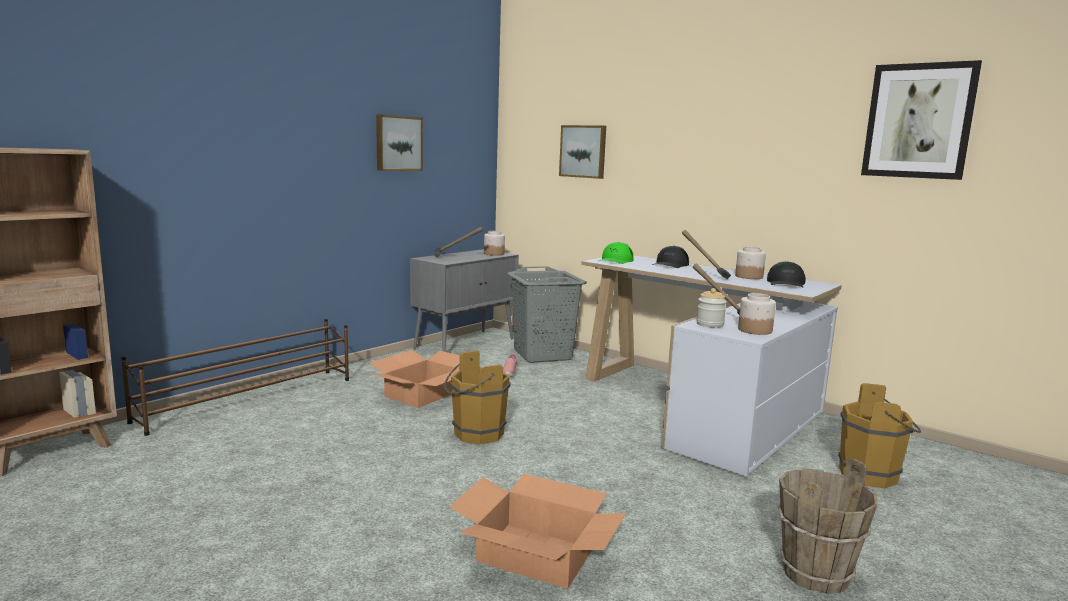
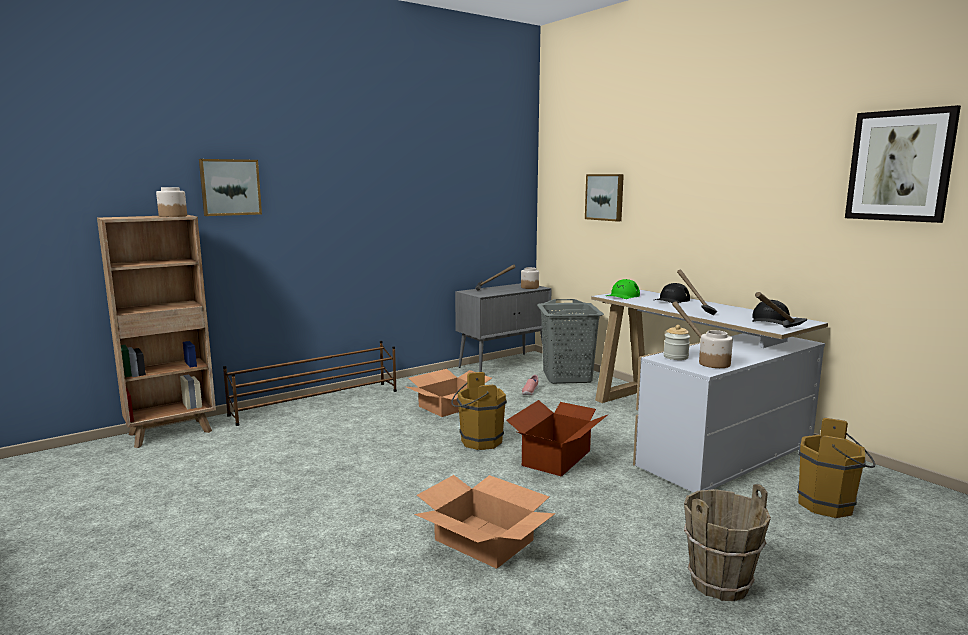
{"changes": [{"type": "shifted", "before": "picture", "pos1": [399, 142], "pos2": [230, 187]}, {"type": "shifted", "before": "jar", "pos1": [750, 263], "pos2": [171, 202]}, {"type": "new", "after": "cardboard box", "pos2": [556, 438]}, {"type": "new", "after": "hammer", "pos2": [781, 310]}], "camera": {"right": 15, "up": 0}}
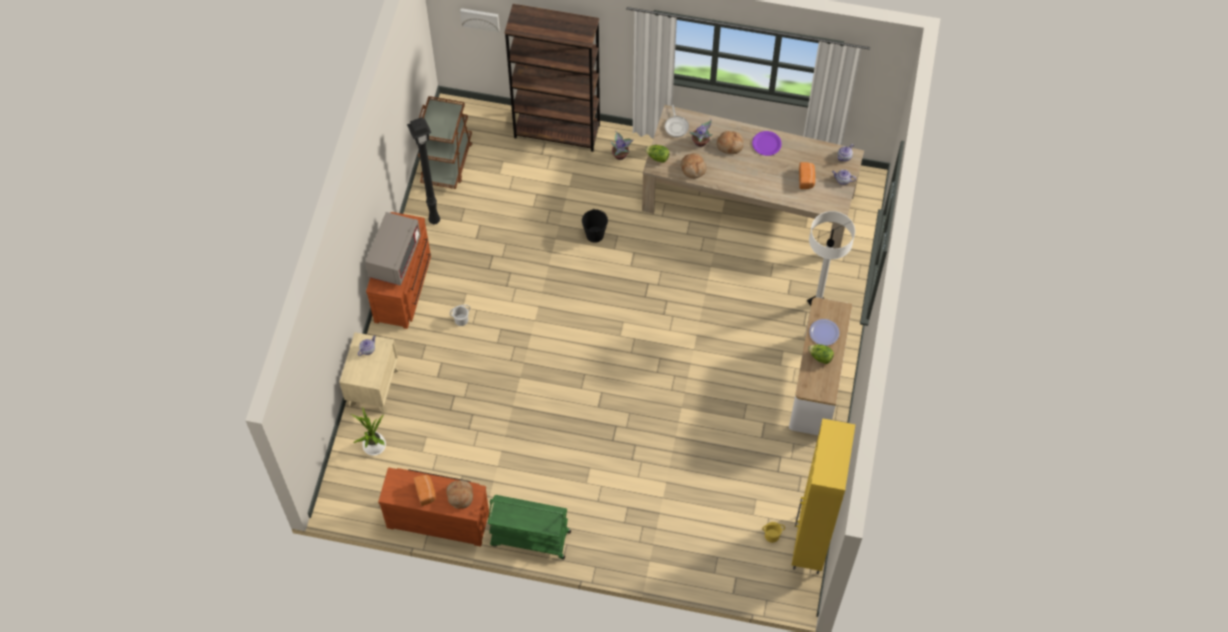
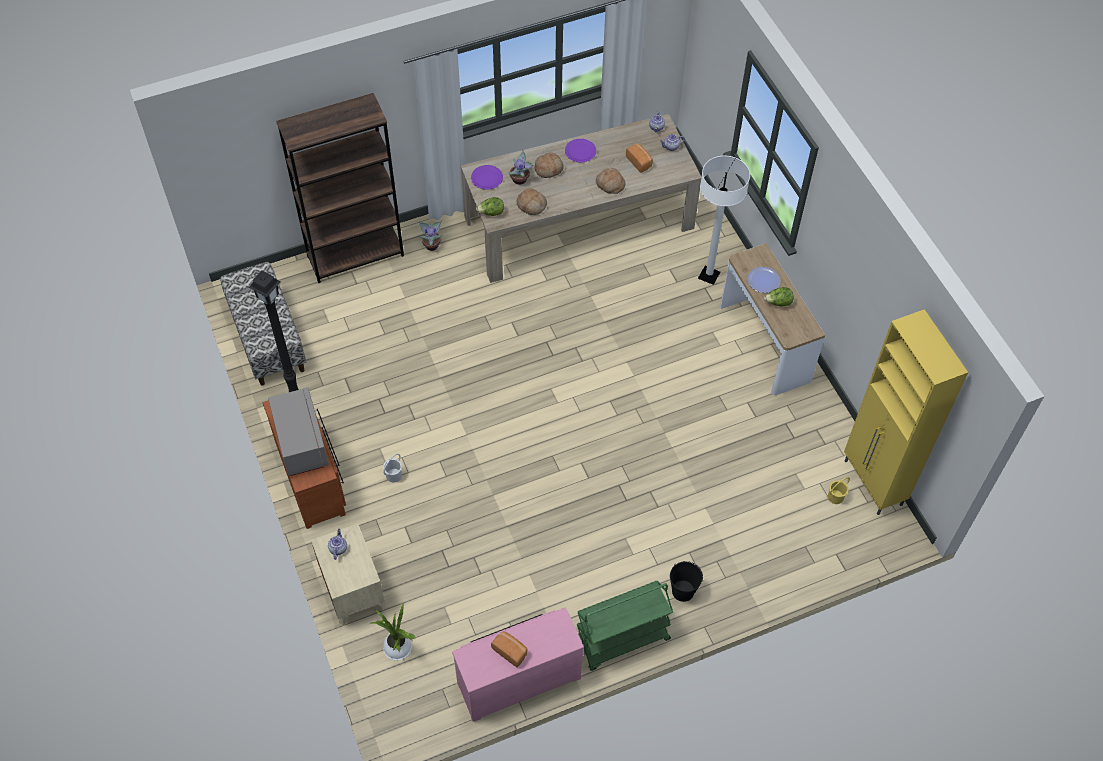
{"changes": [{"type": "repainted", "before": "brown dresser", "after": "pink dresser", "pos1": [433, 507], "pos2": [518, 665]}, {"type": "swapped", "before": "brown cart", "after": "bench", "pos1": [445, 142], "pos2": [263, 324]}, {"type": "shifted", "before": "bread", "pos1": [459, 494], "pos2": [610, 181]}, {"type": "gone", "before": "picture", "pos1": [480, 20]}, {"type": "shifted", "before": "black bucket", "pos1": [595, 226], "pos2": [686, 581]}, {"type": "swapped", "before": "frying pan", "after": "purple plate", "pos1": [677, 121], "pos2": [487, 177]}], "camera": {"right": -35, "up": -5}}
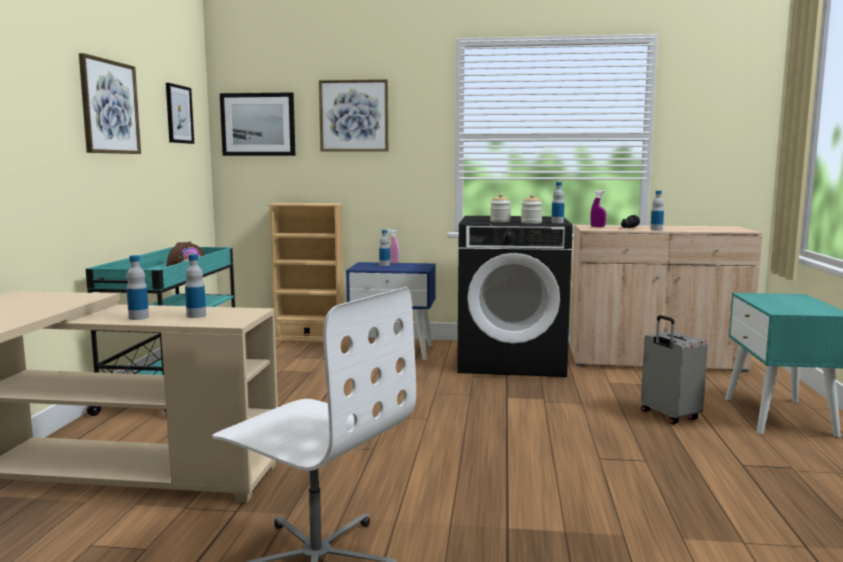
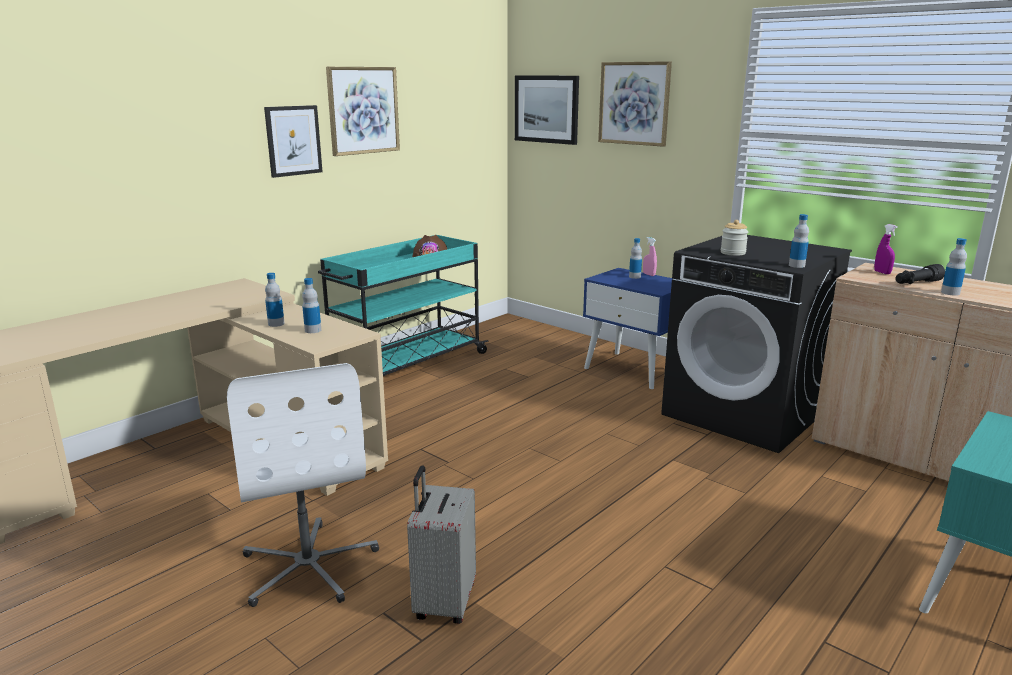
{"changes": [{"type": "shifted", "before": "picture", "pos1": [180, 113], "pos2": [293, 141]}, {"type": "gone", "before": "beige bookcase", "pos1": [307, 273]}, {"type": "gone", "before": "jar", "pos1": [532, 209]}, {"type": "shifted", "before": "grey suitcase", "pos1": [674, 369], "pos2": [441, 544]}], "camera": {"right": 35, "up": 10}}
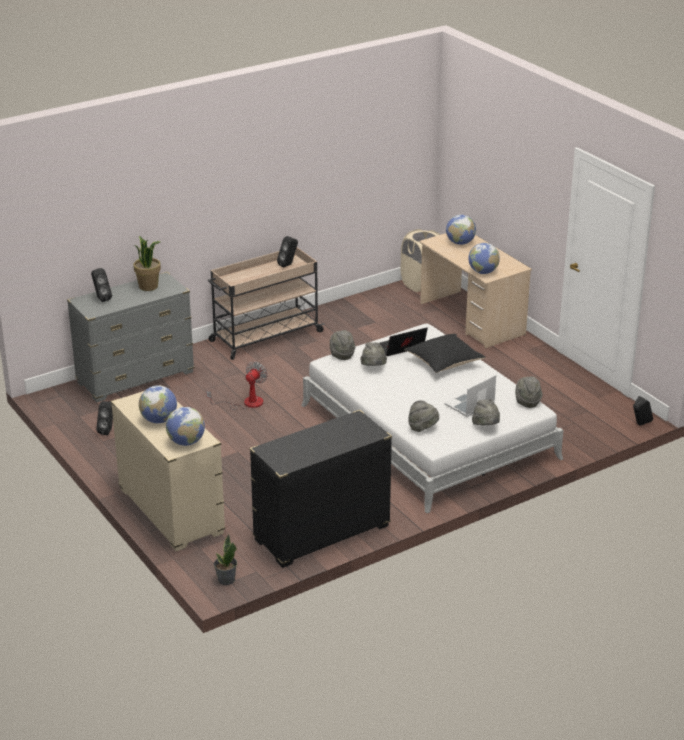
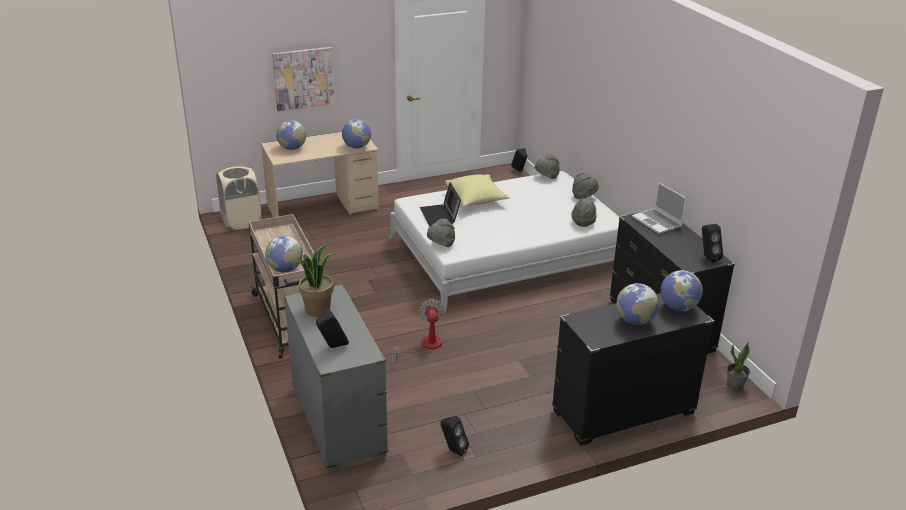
{"changes": [{"type": "repainted", "before": "beige dresser", "after": "black dresser", "pos1": [168, 468], "pos2": [633, 369]}, {"type": "rotated", "before": "fan", "pos1": [236, 386], "pos2": [419, 329], "turn": 45}, {"type": "shifted", "before": "black speaker", "pos1": [287, 252], "pos2": [712, 243]}, {"type": "gone", "before": "grey hat", "pos1": [373, 354]}, {"type": "repainted", "before": "black pillow", "after": "yellow pillow", "pos1": [444, 353], "pos2": [477, 190]}, {"type": "shifted", "before": "laptop", "pos1": [470, 396], "pos2": [659, 208]}, {"type": "new", "after": "globe", "pos2": [284, 254]}, {"type": "new", "after": "picture", "pos2": [303, 79]}], "camera": {"right": -80, "up": 0}}
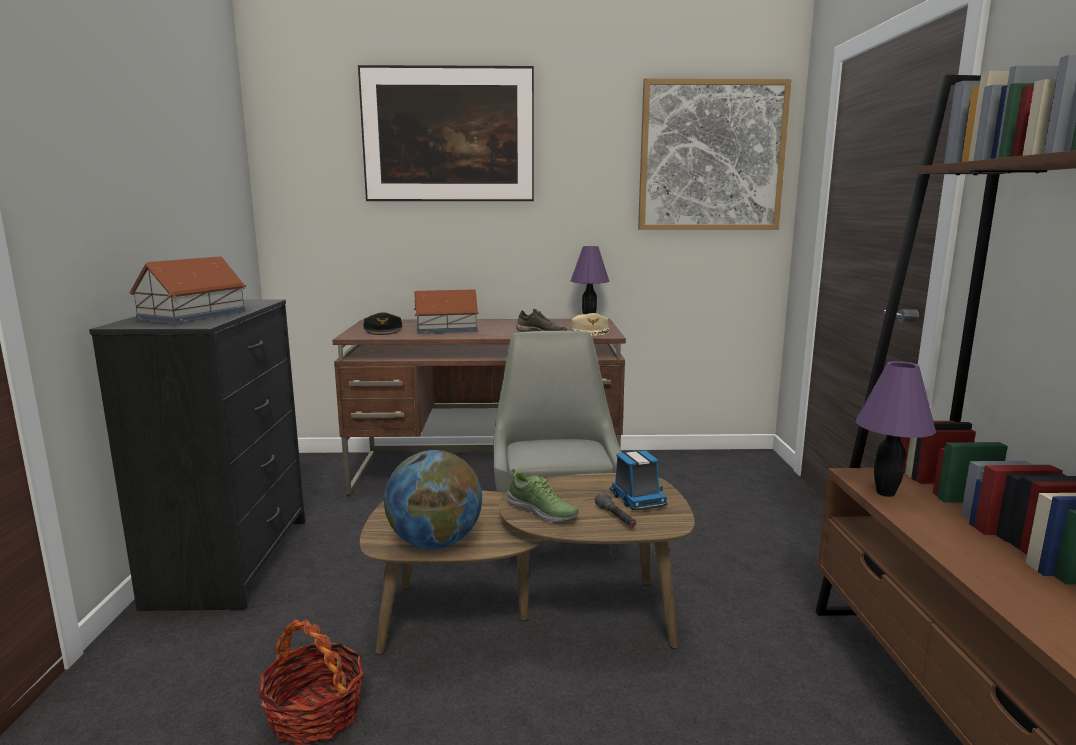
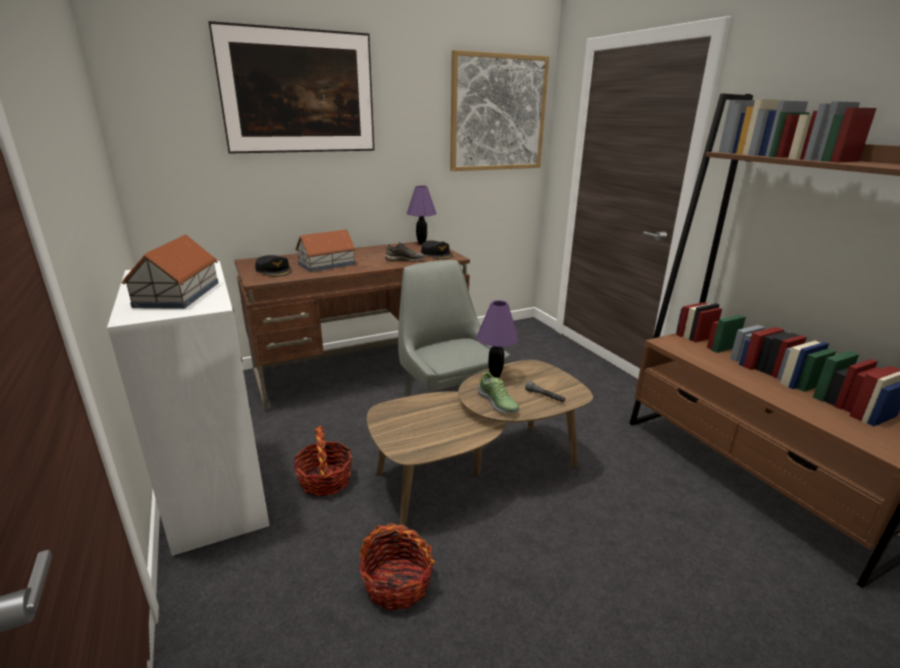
{"changes": [{"type": "repainted", "before": "black dresser", "after": "white dresser", "pos1": [197, 455], "pos2": [188, 408]}, {"type": "gone", "before": "globe", "pos1": [433, 499]}, {"type": "rotated", "before": "shoe", "pos1": [543, 495], "pos2": [498, 392], "turn": 45}, {"type": "repainted", "before": "beige cap", "after": "black cap", "pos1": [590, 324], "pos2": [437, 250]}, {"type": "gone", "before": "toy truck", "pos1": [639, 480]}, {"type": "shifted", "before": "purple table lamp", "pos1": [896, 429], "pos2": [498, 339]}, {"type": "new", "after": "basket", "pos2": [323, 461]}], "camera": {"right": -25, "up": 10}}
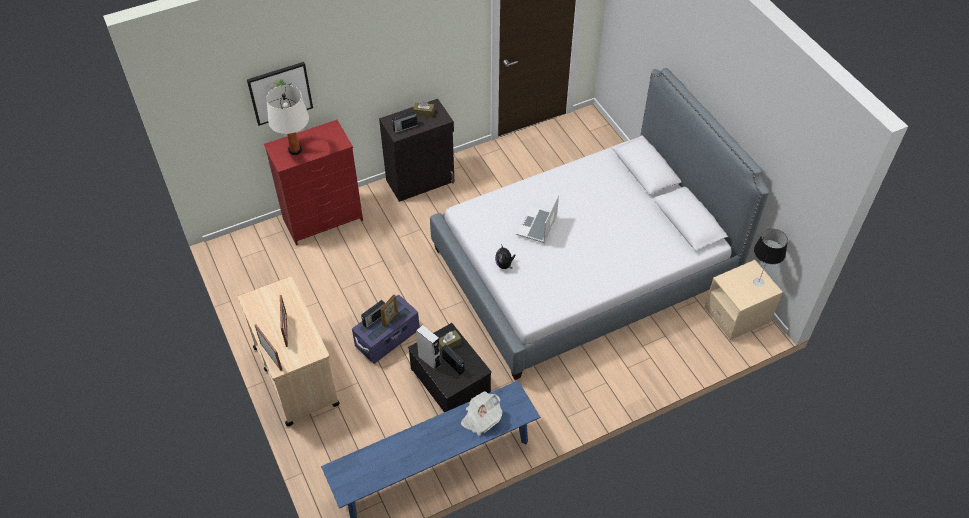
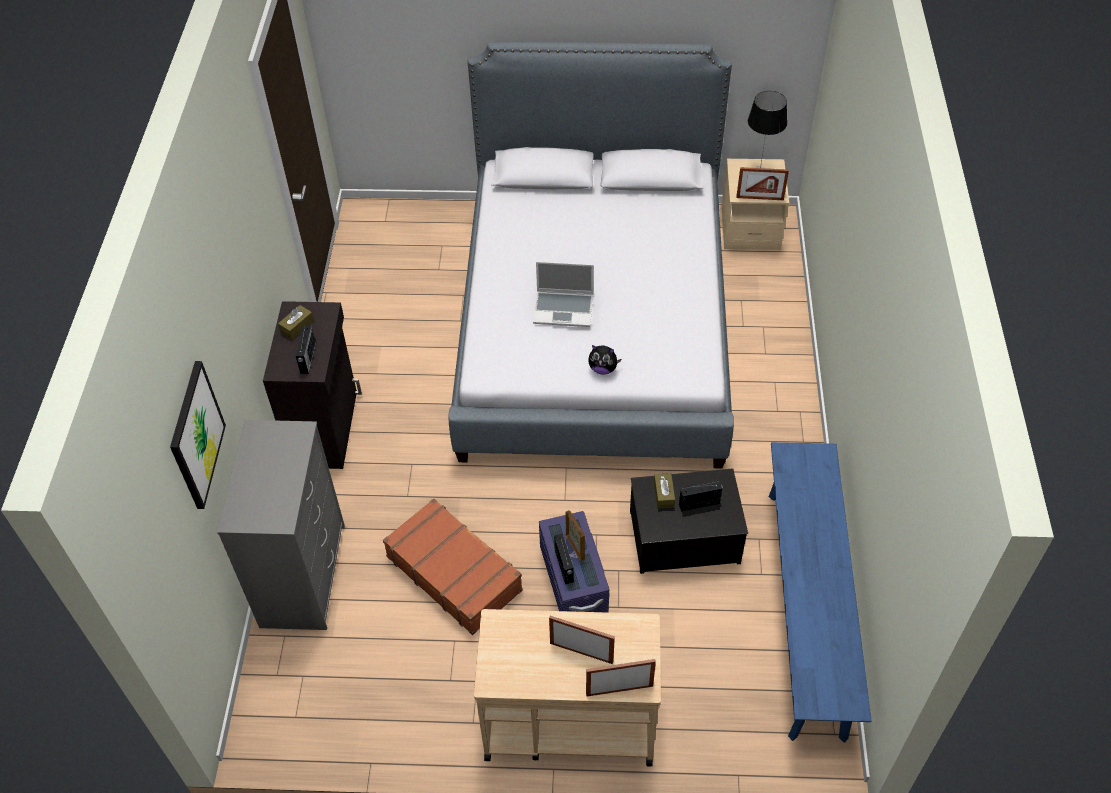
{"changes": [{"type": "repainted", "before": "red dresser", "after": "grey dresser", "pos1": [313, 182], "pos2": [281, 525]}, {"type": "gone", "before": "white table lamp", "pos1": [287, 120]}, {"type": "gone", "before": "grey speaker", "pos1": [428, 347]}, {"type": "gone", "before": "newspaper", "pos1": [481, 414]}, {"type": "rotated", "before": "laptop", "pos1": [537, 219], "pos2": [563, 294], "turn": -45}, {"type": "new", "after": "brown suitcase", "pos2": [453, 566]}, {"type": "new", "after": "picture frame", "pos2": [762, 183]}], "camera": {"right": -60, "up": 0}}
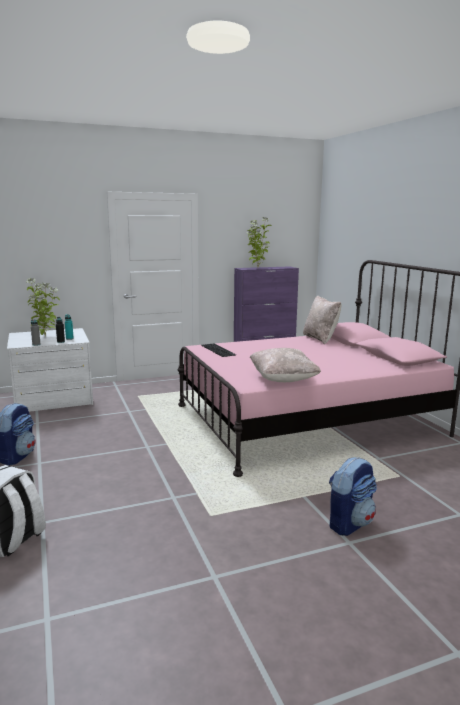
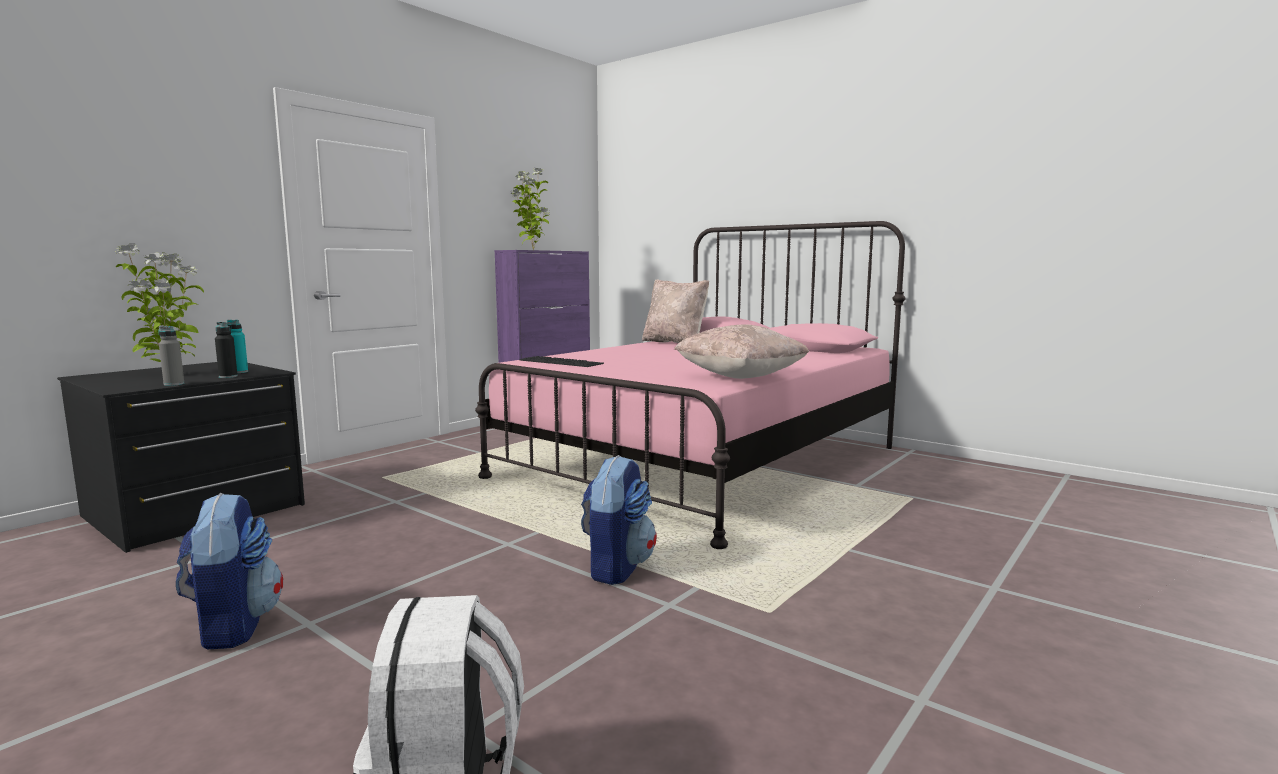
{"changes": [{"type": "repainted", "before": "white dresser", "after": "black dresser", "pos1": [50, 370], "pos2": [181, 457]}, {"type": "shifted", "before": "backpack", "pos1": [353, 496], "pos2": [619, 520]}], "camera": {"right": -30, "up": -5}}
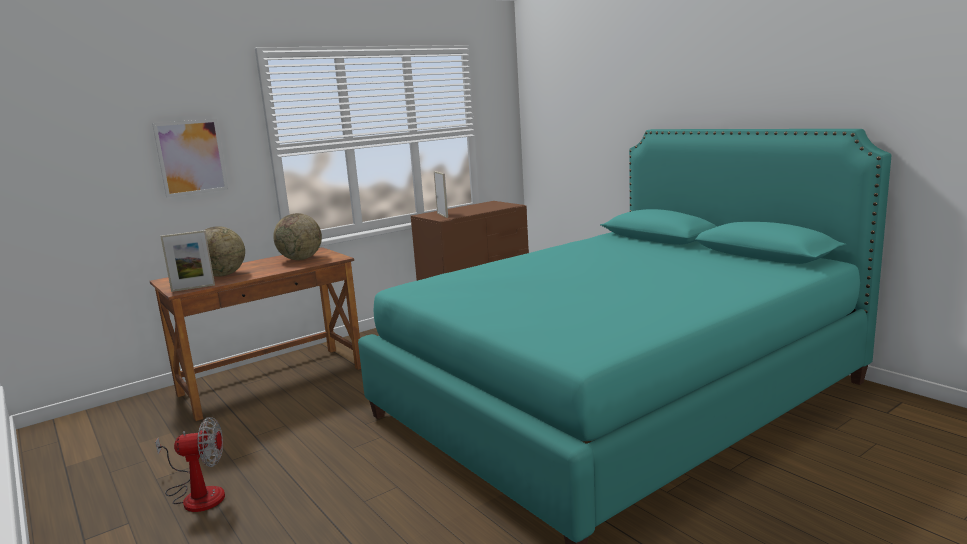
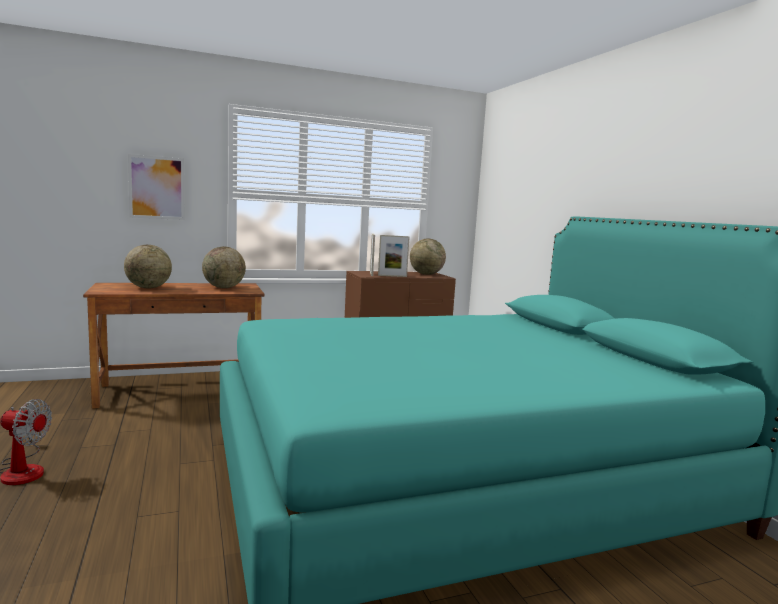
{"changes": [{"type": "shifted", "before": "picture frame", "pos1": [187, 261], "pos2": [394, 256]}, {"type": "new", "after": "globe", "pos2": [428, 256]}], "camera": {"right": 15, "up": -5}}
